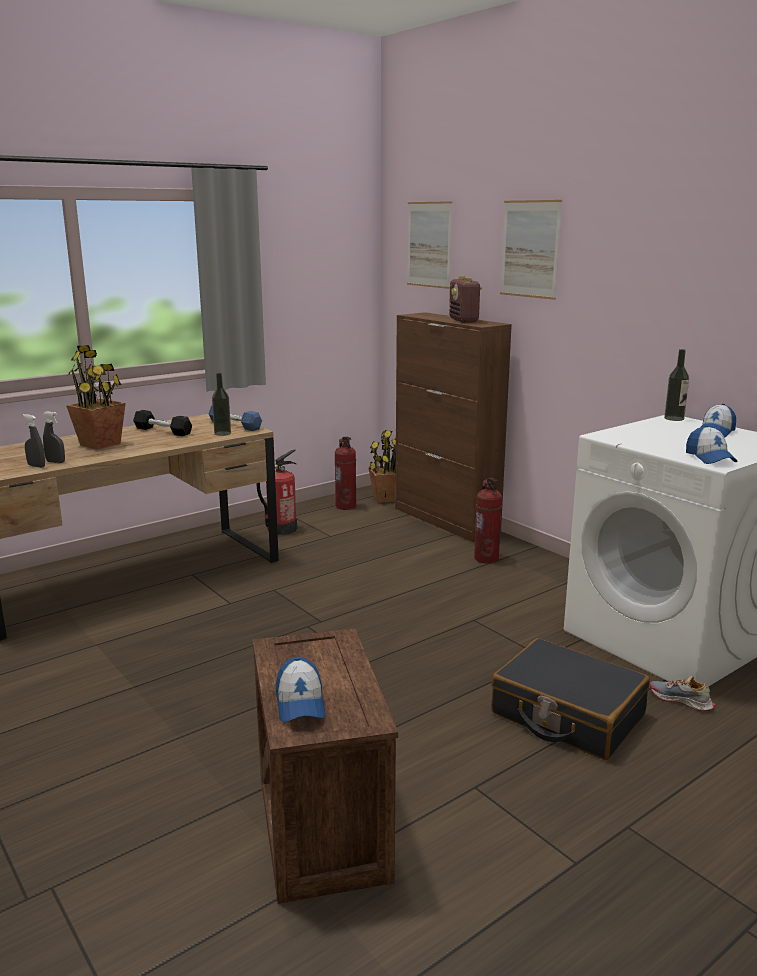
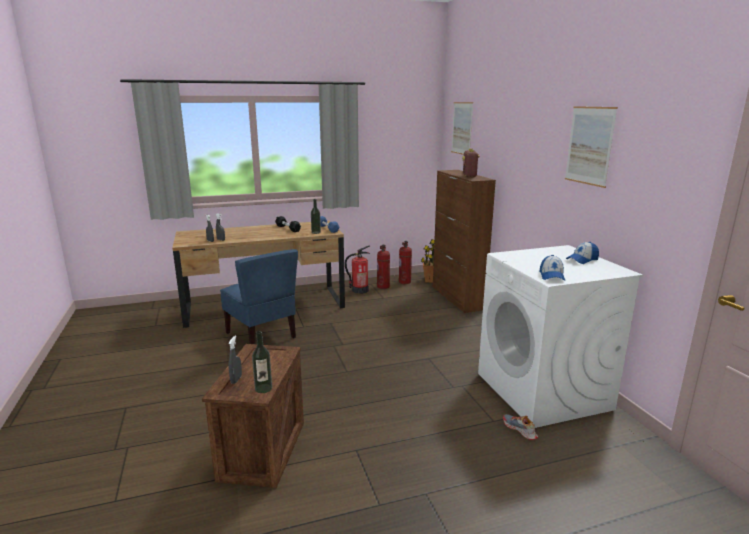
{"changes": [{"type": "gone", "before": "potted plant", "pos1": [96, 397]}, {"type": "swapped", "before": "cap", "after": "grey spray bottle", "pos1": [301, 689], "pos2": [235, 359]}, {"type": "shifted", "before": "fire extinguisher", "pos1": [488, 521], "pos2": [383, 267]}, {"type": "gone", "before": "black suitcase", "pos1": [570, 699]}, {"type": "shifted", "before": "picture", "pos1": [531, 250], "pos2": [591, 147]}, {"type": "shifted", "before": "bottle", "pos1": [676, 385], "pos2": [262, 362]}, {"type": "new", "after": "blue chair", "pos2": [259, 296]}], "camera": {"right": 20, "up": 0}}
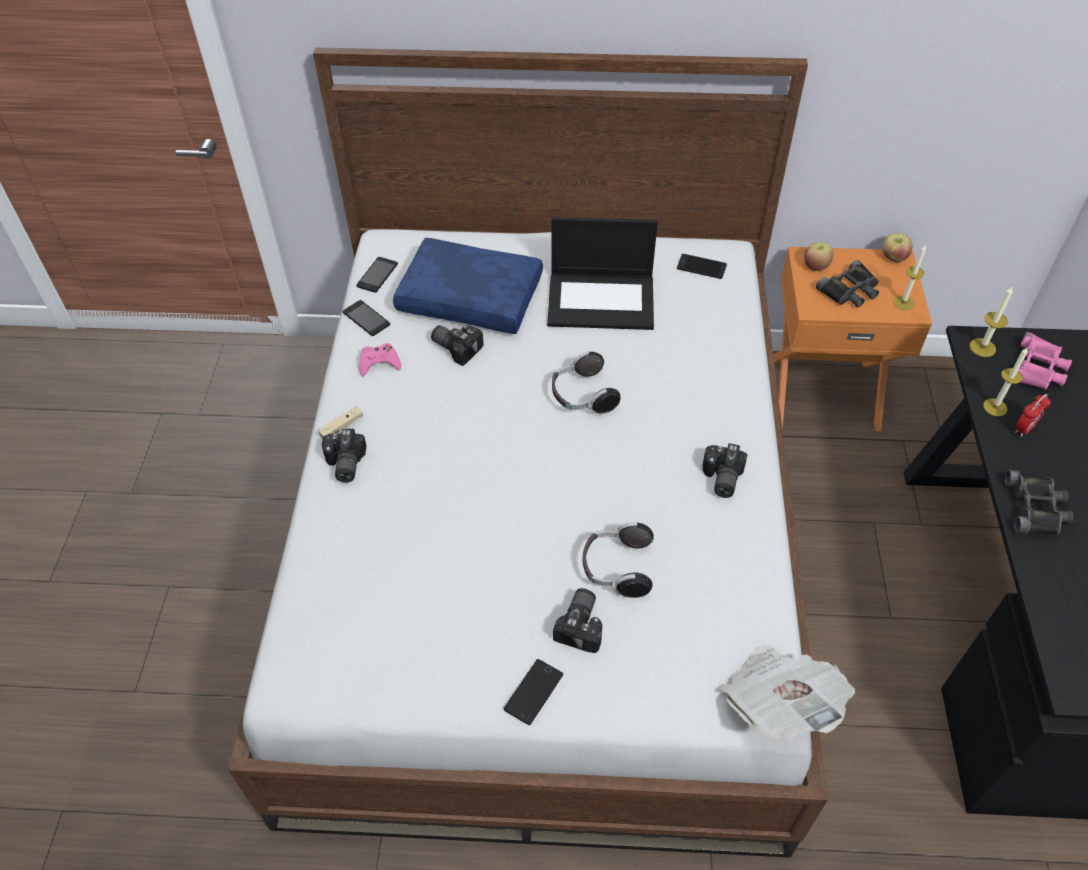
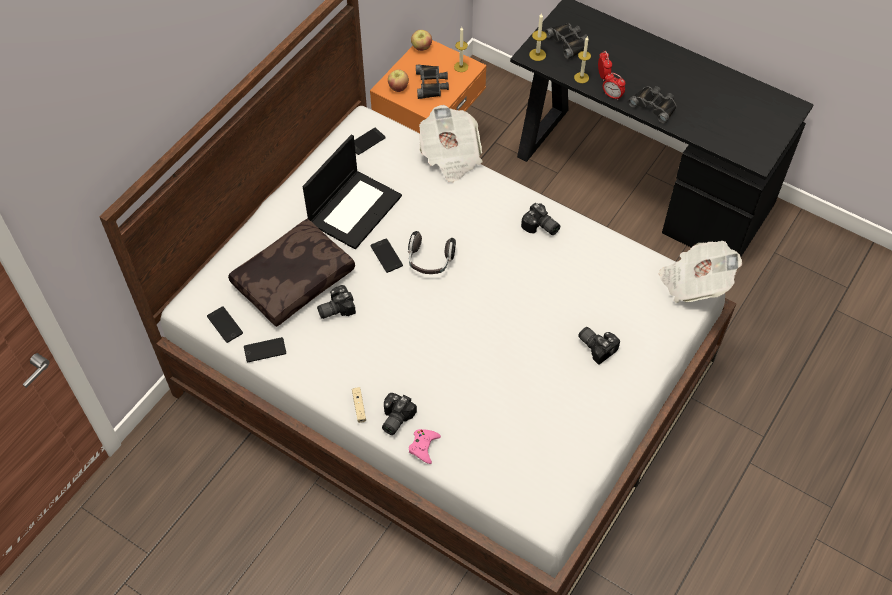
{"changes": [{"type": "rotated", "before": "photo camera", "pos1": [344, 456], "pos2": [399, 414], "turn": 90}, {"type": "shifted", "before": "pink game controller", "pos1": [380, 360], "pos2": [425, 446]}, {"type": "repainted", "before": "blue pillow", "after": "brown pillow", "pos1": [468, 286], "pos2": [291, 273]}, {"type": "shifted", "before": "phone", "pos1": [533, 692], "pos2": [386, 255]}, {"type": "gone", "before": "headphones", "pos1": [618, 560]}, {"type": "repainted", "before": "pink binoculars", "after": "black binoculars", "pos1": [1045, 361], "pos2": [567, 41]}, {"type": "new", "after": "newspaper", "pos2": [450, 144]}, {"type": "new", "after": "alarm clock", "pos2": [614, 86]}], "camera": {"right": -60, "up": 5}}
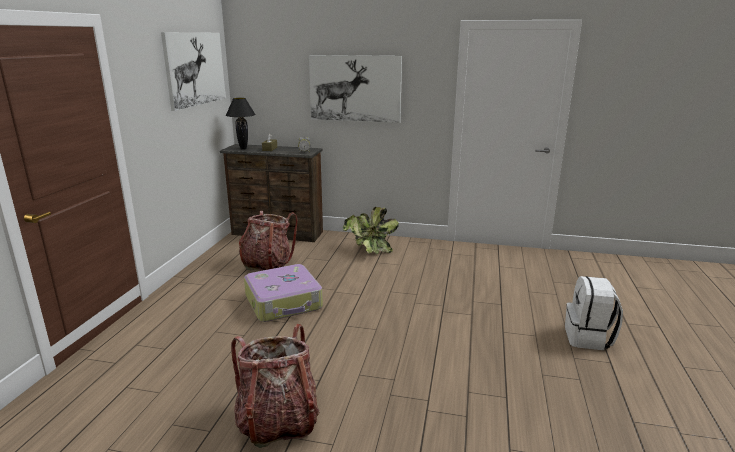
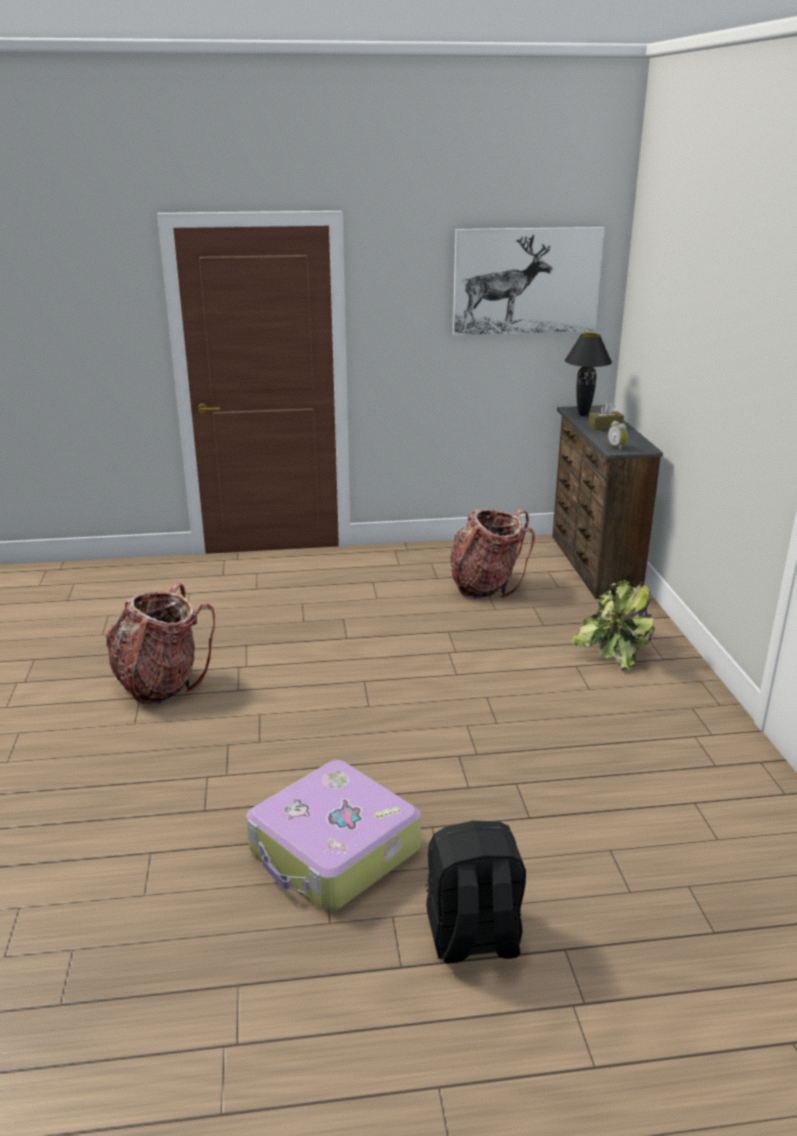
{"changes": [{"type": "shifted", "before": "suitcase", "pos1": [283, 293], "pos2": [333, 835]}, {"type": "gone", "before": "picture", "pos1": [355, 89]}, {"type": "repainted", "before": "white backpack", "after": "black backpack", "pos1": [594, 313], "pos2": [476, 892]}], "camera": {"right": 70, "up": 5}}
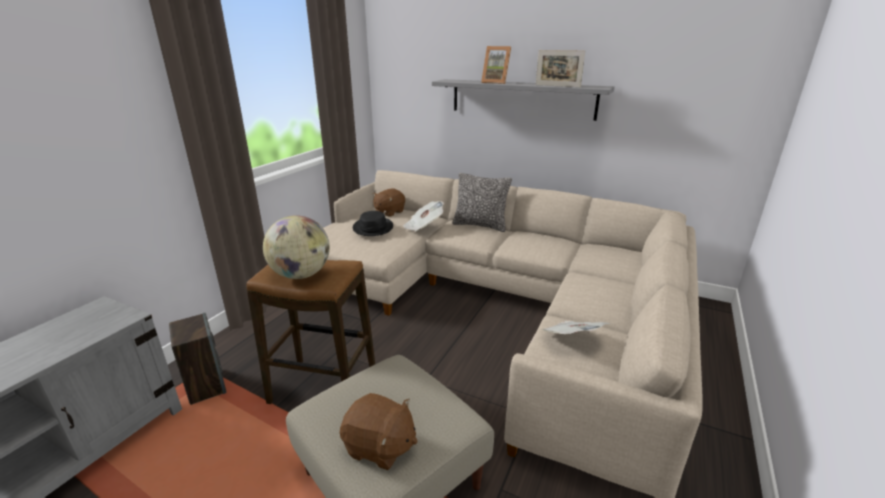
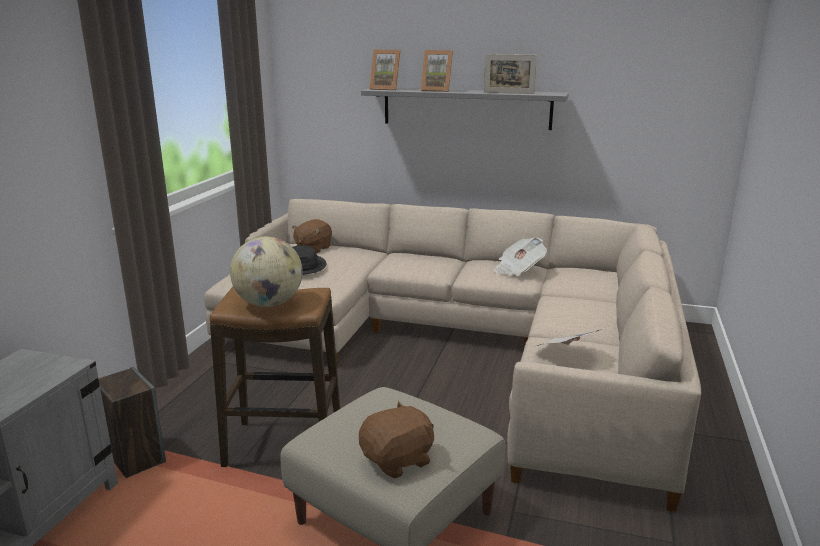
{"changes": [{"type": "rotated", "before": "brown plush toy", "pos1": [379, 431], "pos2": [396, 439], "turn": -45}, {"type": "shifted", "before": "newspaper", "pos1": [423, 216], "pos2": [520, 256]}, {"type": "gone", "before": "pillow", "pos1": [482, 202]}, {"type": "new", "after": "picture frame", "pos2": [384, 70]}], "camera": {"right": -10, "up": -5}}
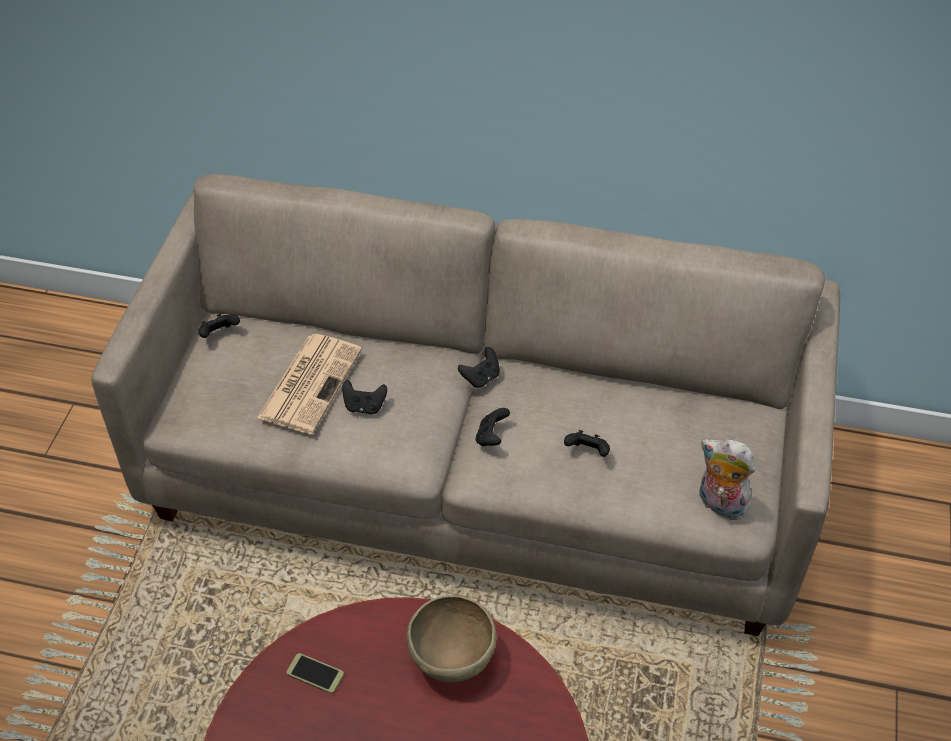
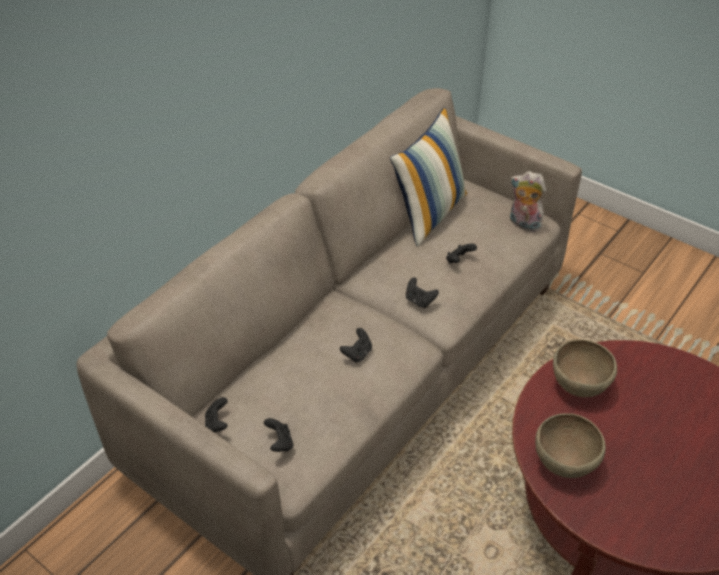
{"changes": [{"type": "gone", "before": "newspaper", "pos1": [309, 384]}, {"type": "swapped", "before": "phone", "after": "brown bowl", "pos1": [315, 673], "pos2": [570, 445]}, {"type": "shifted", "before": "black game controller", "pos1": [479, 367], "pos2": [278, 435]}, {"type": "rotated", "before": "plush toy", "pos1": [727, 479], "pos2": [528, 201], "turn": 60}, {"type": "new", "after": "pillow", "pos2": [428, 177]}], "camera": {"right": -65, "up": -5}}
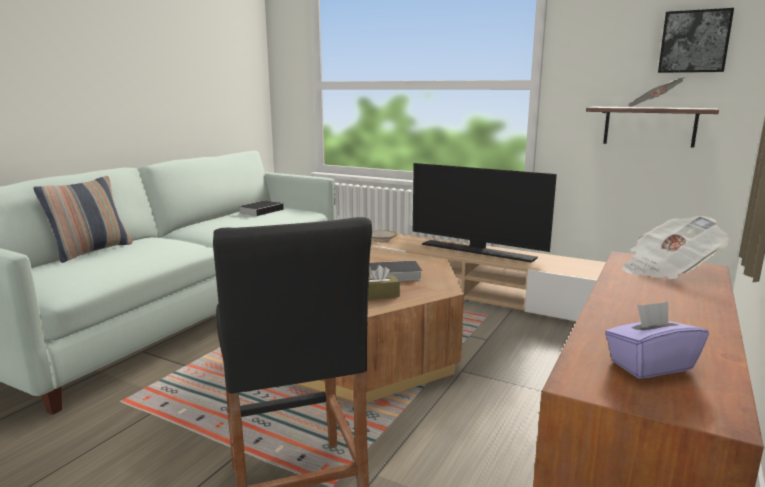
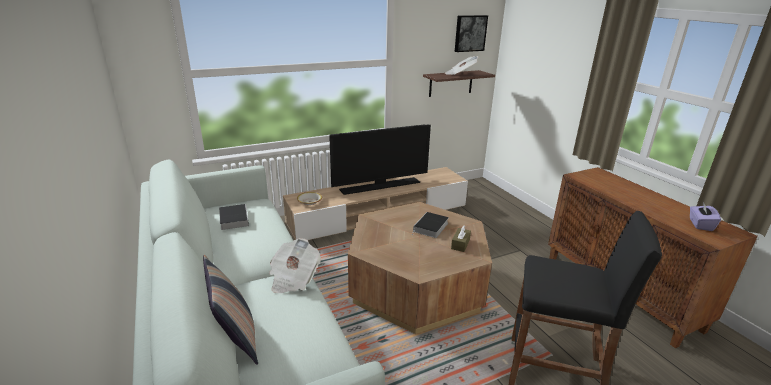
{"changes": [{"type": "shifted", "before": "newspaper", "pos1": [675, 247], "pos2": [295, 265]}], "camera": {"right": -55, "up": 10}}
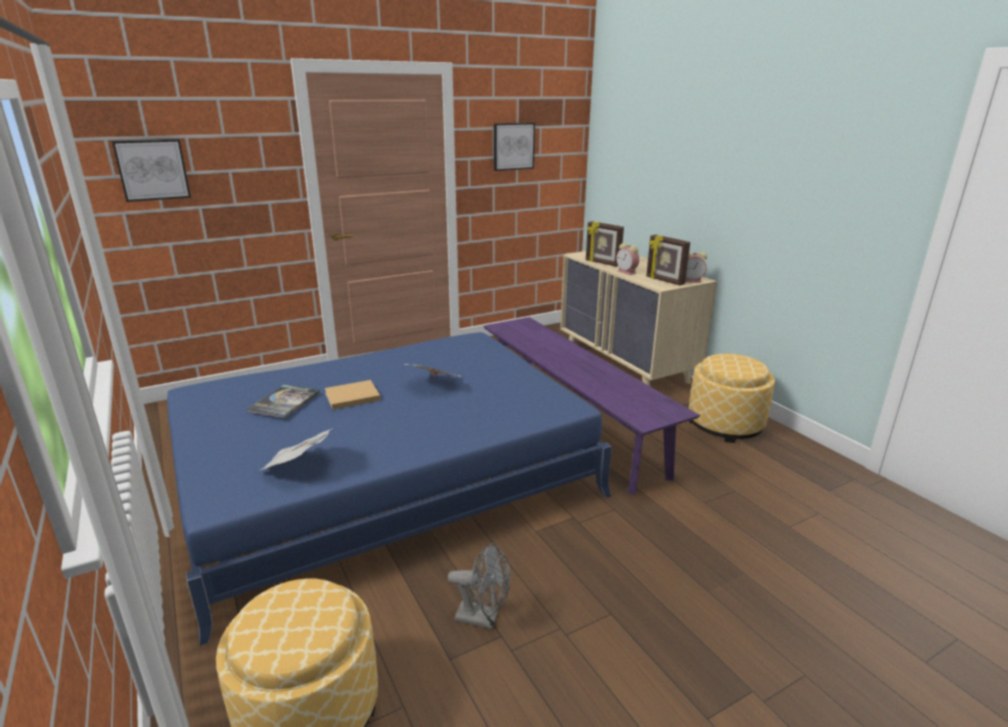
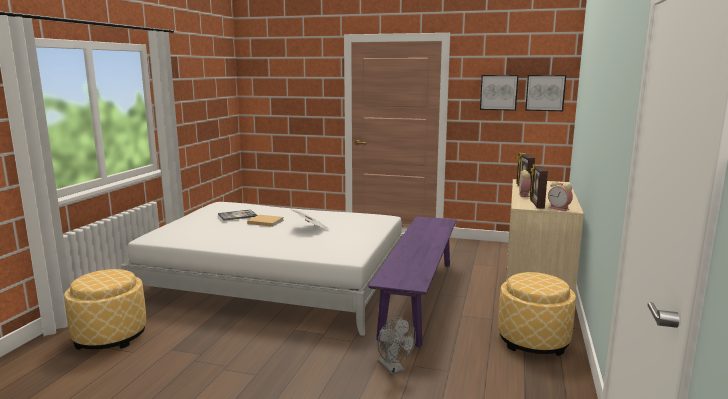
{"changes": [{"type": "shifted", "before": "picture", "pos1": [151, 170], "pos2": [545, 93]}, {"type": "repainted", "before": "blue bed", "after": "white bed", "pos1": [389, 489], "pos2": [262, 269]}, {"type": "gone", "before": "newspaper", "pos1": [296, 449]}, {"type": "shifted", "before": "grey fan", "pos1": [479, 586], "pos2": [397, 346]}], "camera": {"right": 45, "up": -10}}
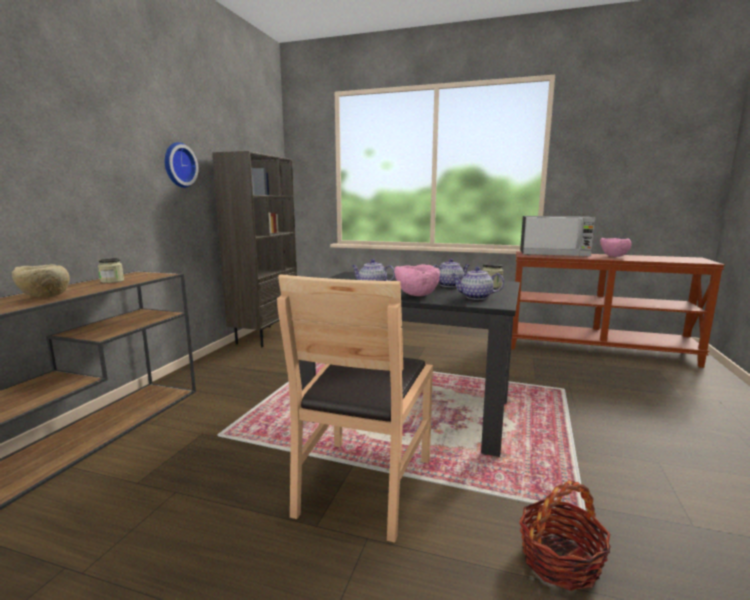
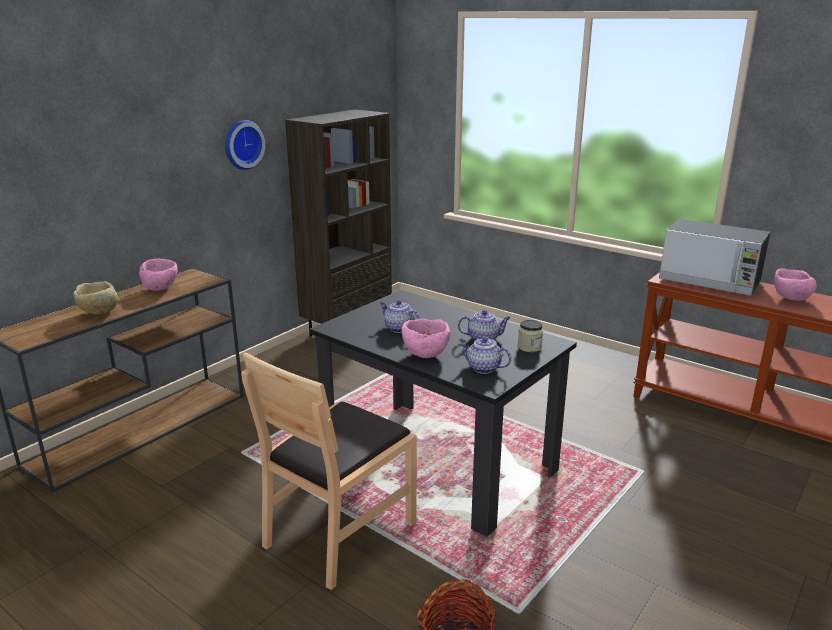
{"changes": [{"type": "swapped", "before": "jar", "after": "pink bowl", "pos1": [111, 270], "pos2": [158, 275]}], "camera": {"right": 20, "up": 10}}
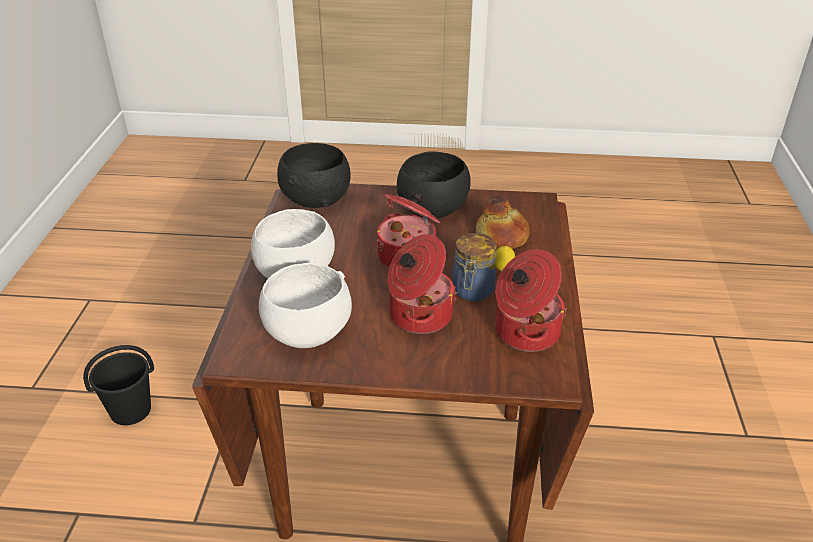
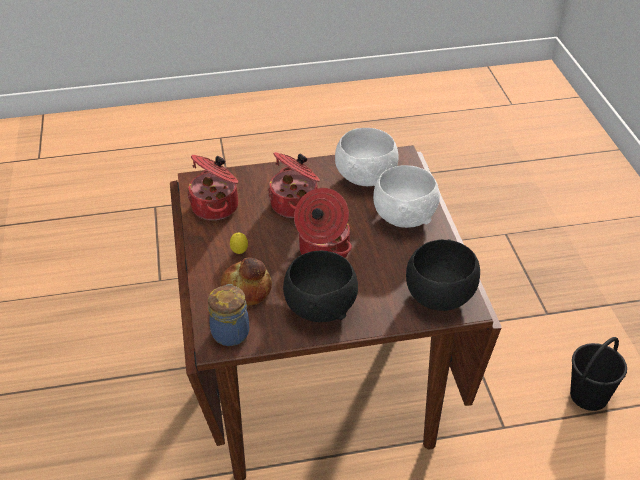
{"changes": [{"type": "shifted", "before": "jar", "pos1": [474, 267], "pos2": [229, 315]}], "camera": {"right": 165, "up": 5}}
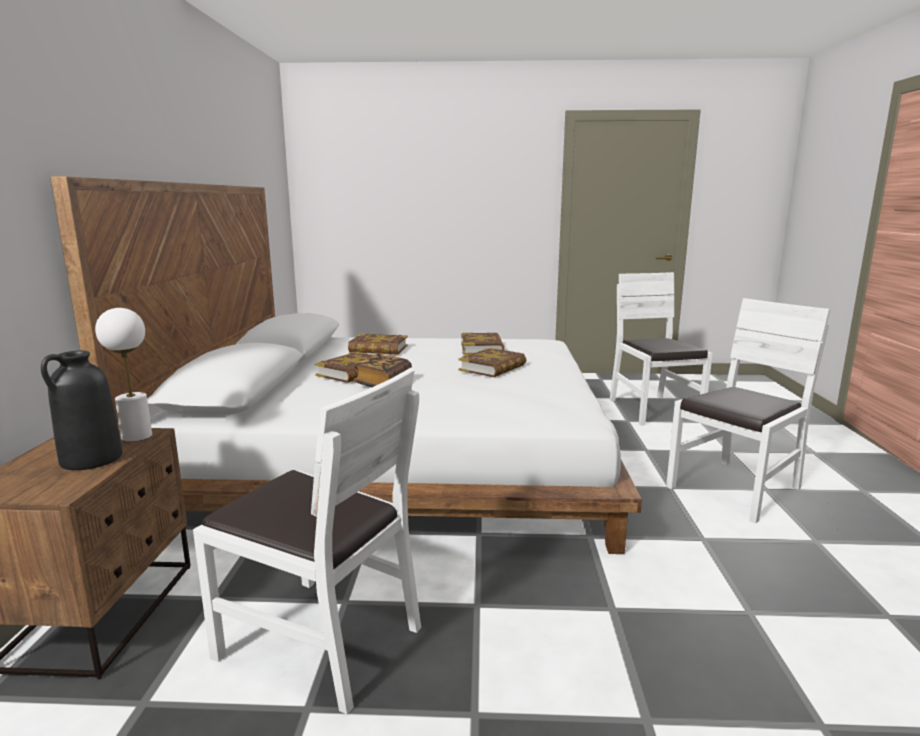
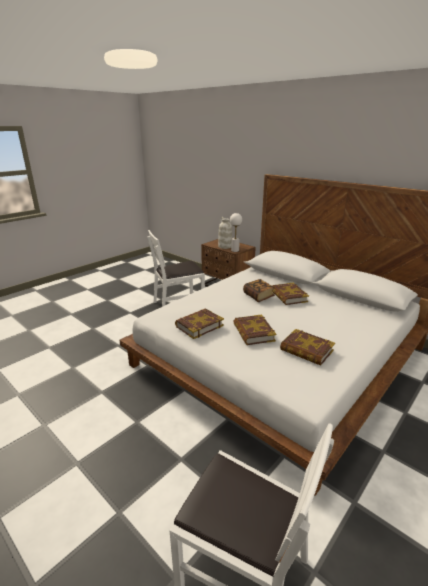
{"changes": [{"type": "repainted", "before": "black vase", "after": "white vase", "pos1": [82, 410], "pos2": [225, 233]}, {"type": "shifted", "before": "book", "pos1": [378, 344], "pos2": [199, 323]}, {"type": "gone", "before": "white chair", "pos1": [748, 410]}], "camera": {"right": 130, "up": 10}}
